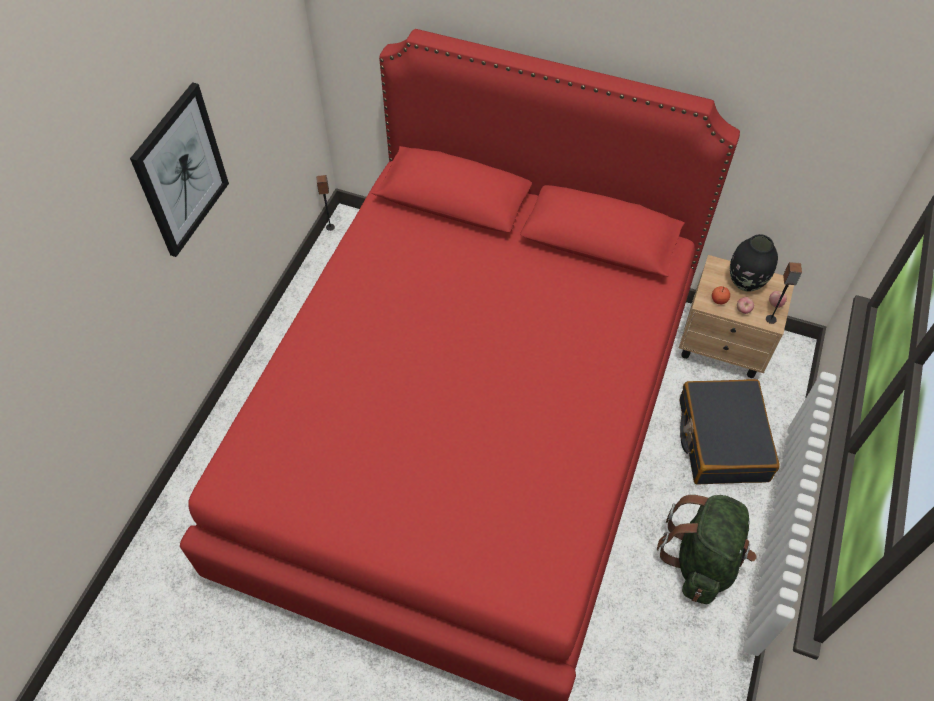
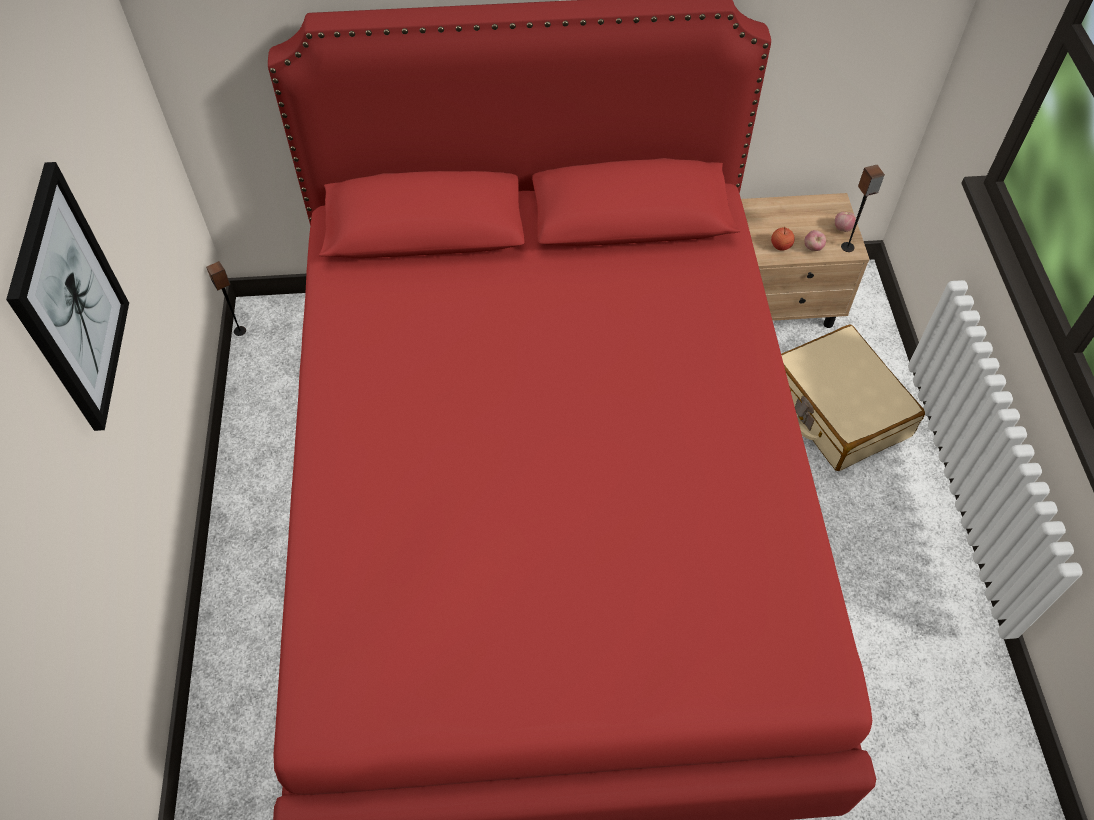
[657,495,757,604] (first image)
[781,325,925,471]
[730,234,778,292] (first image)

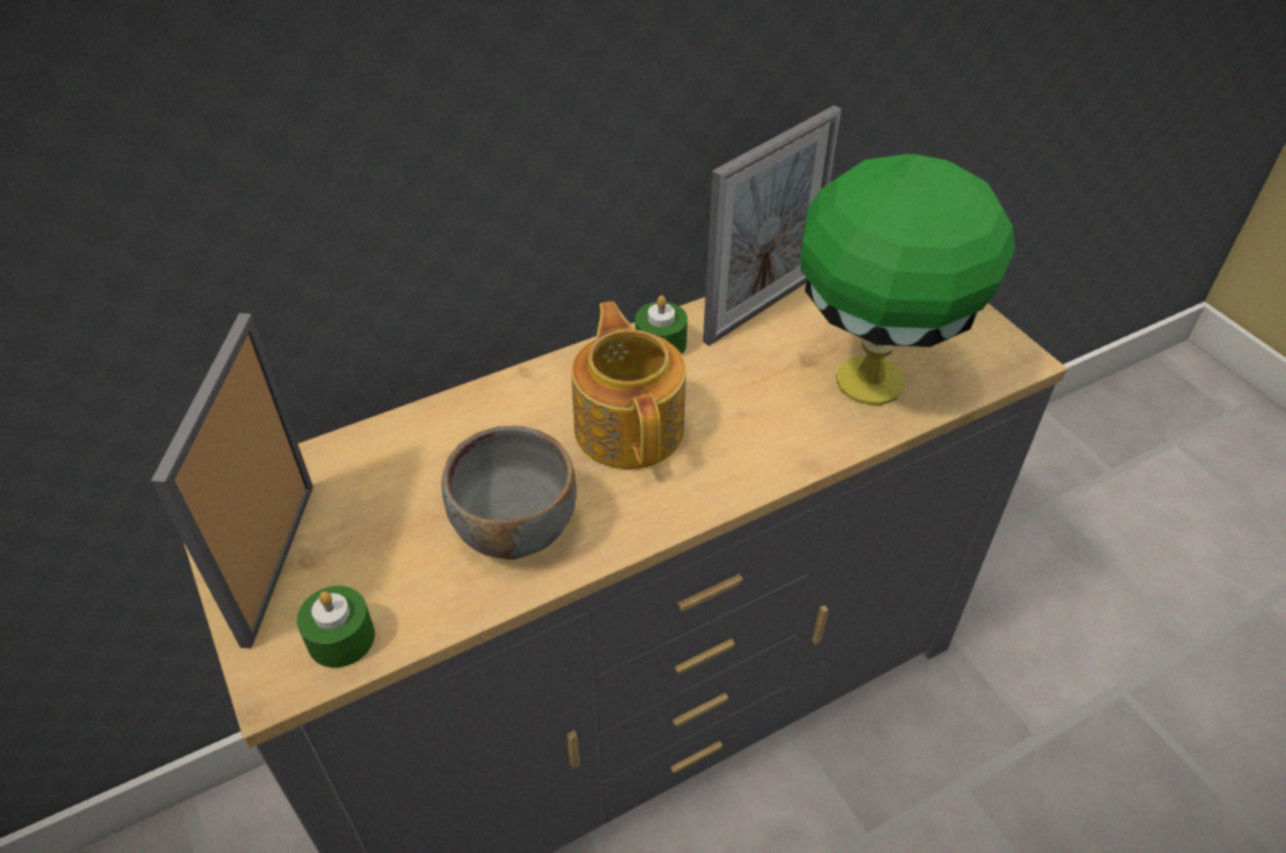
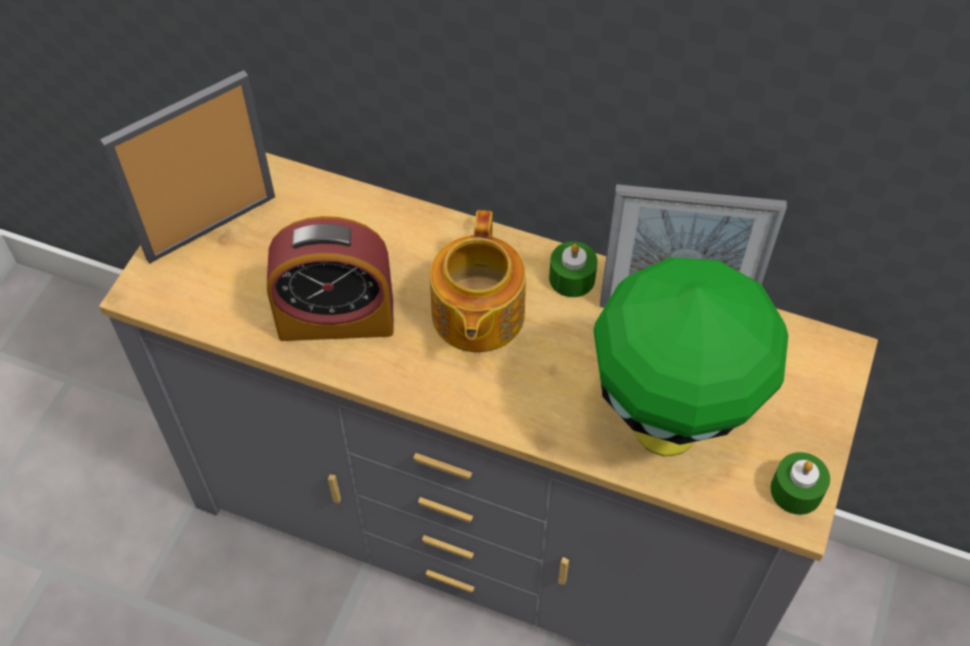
[770,452,830,515]
[267,216,394,341]
[430,210,526,352]

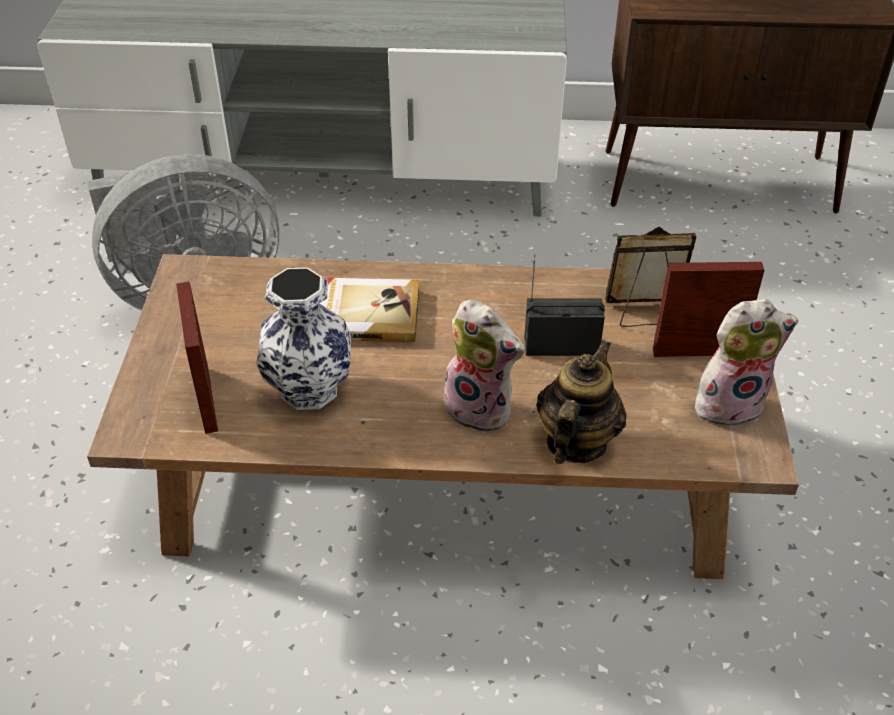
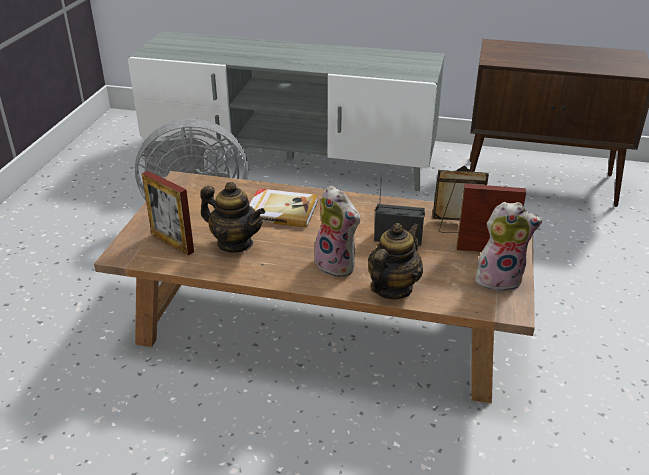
[142,171,194,255]
[200,182,265,253]

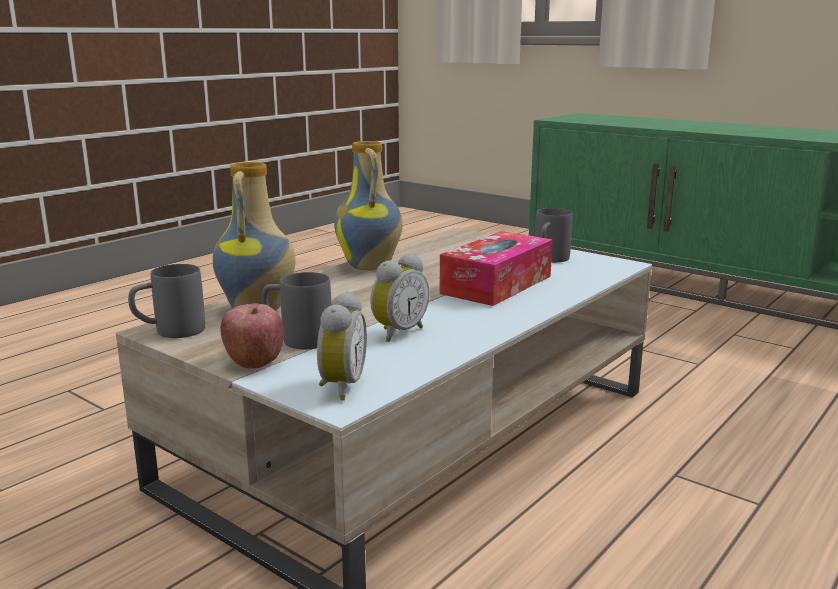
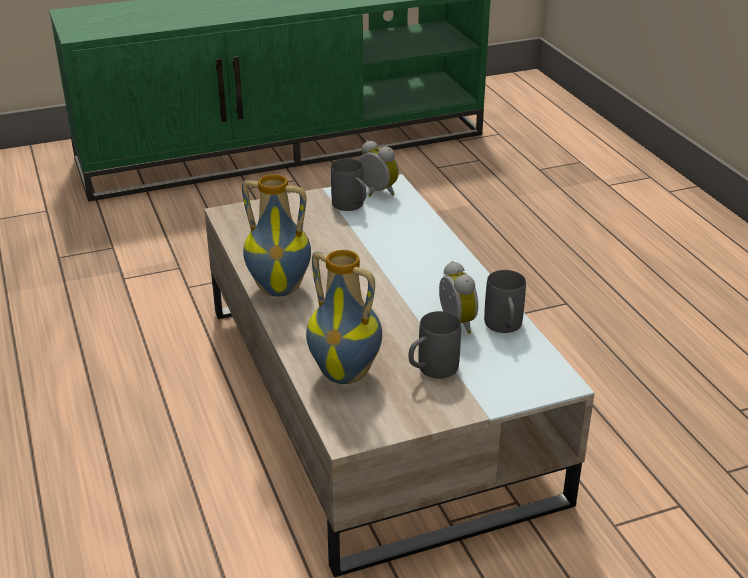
[484,270,526,333]
[220,303,284,368] (first image)
[359,140,399,197]
[439,231,553,306] (first image)

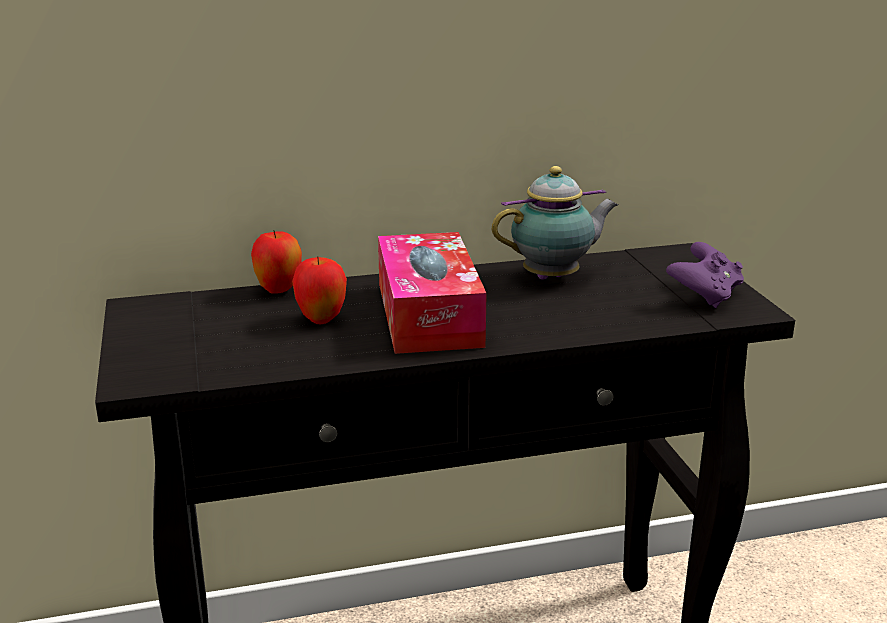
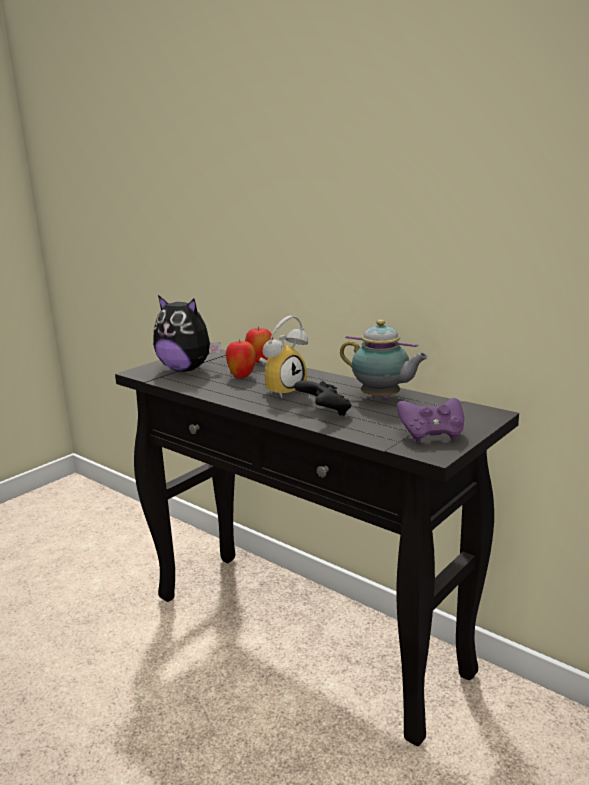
[259,316,308,398]
[153,295,221,372]
[294,381,352,416]

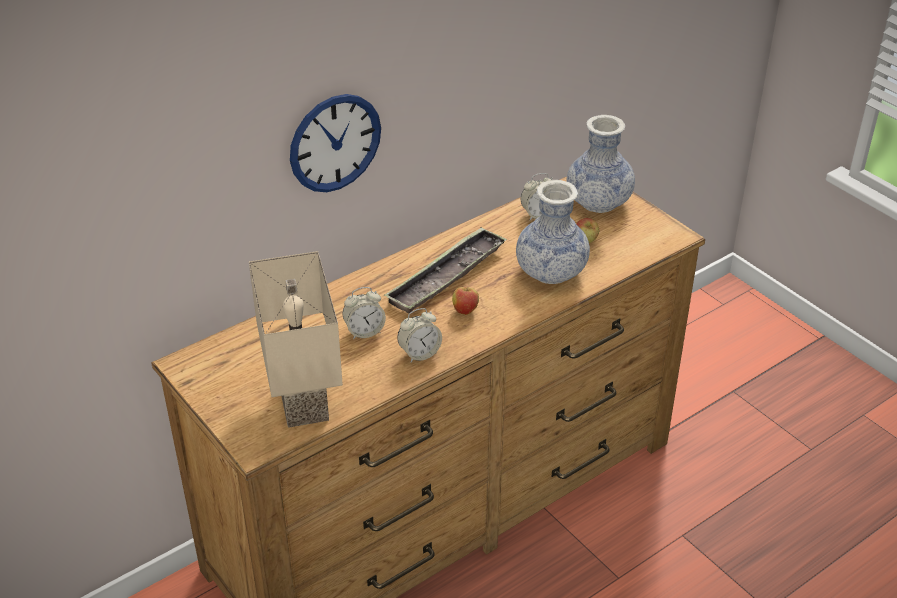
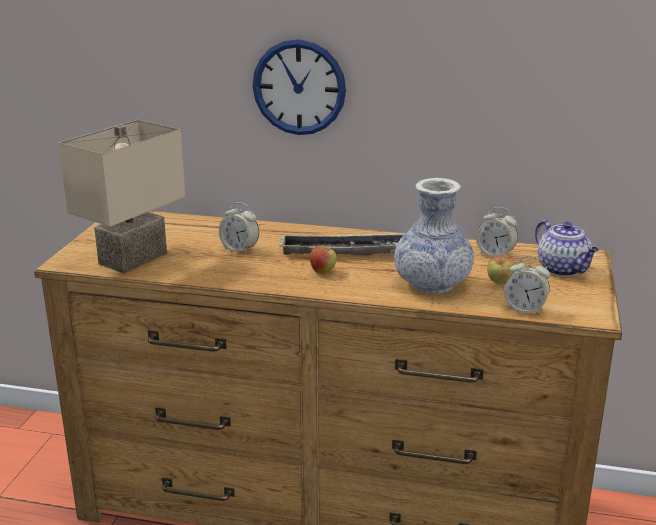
[504,256,550,315]
[535,220,599,276]

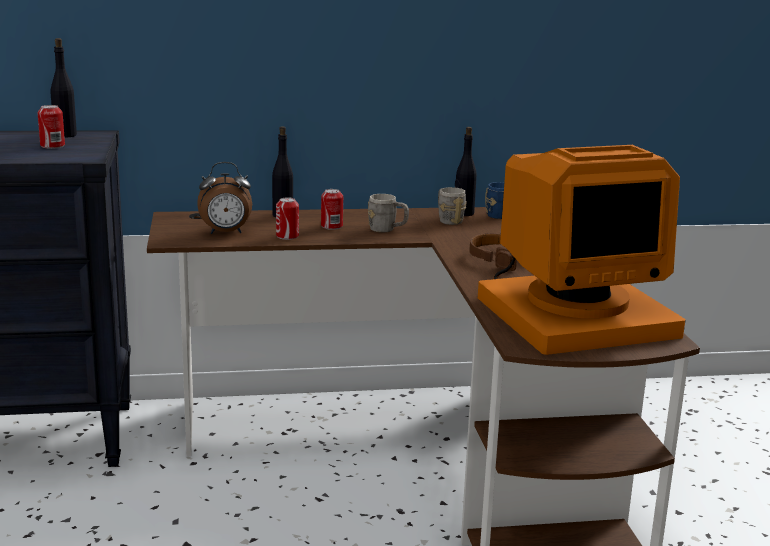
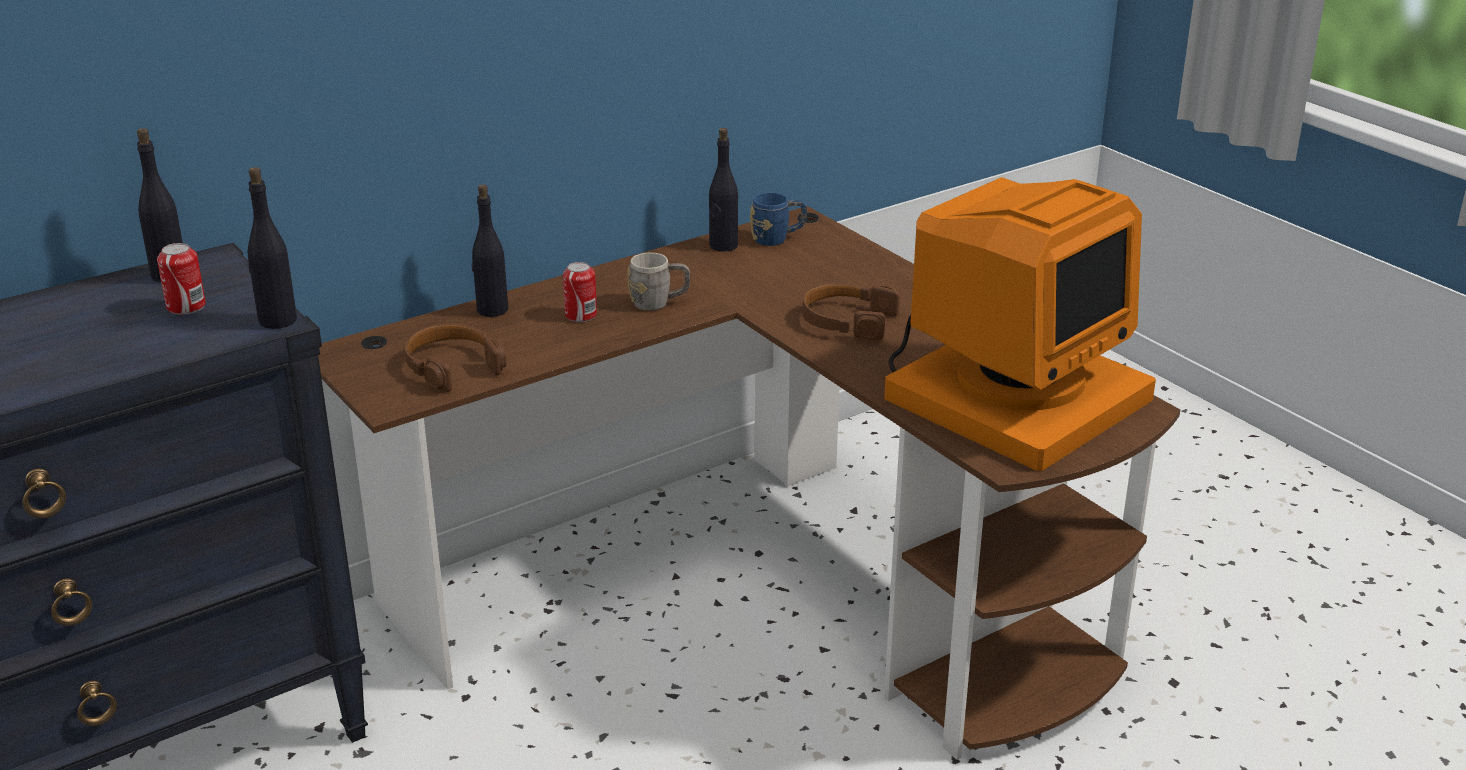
[405,324,507,392]
[276,197,299,240] (first image)
[438,187,467,225] (first image)
[248,167,297,329]

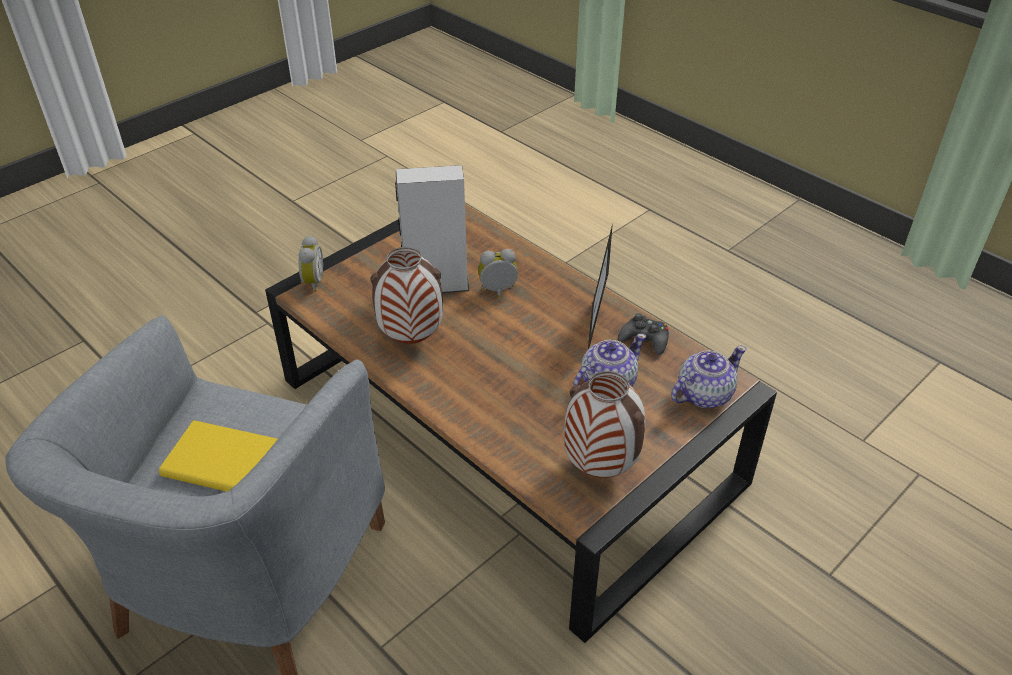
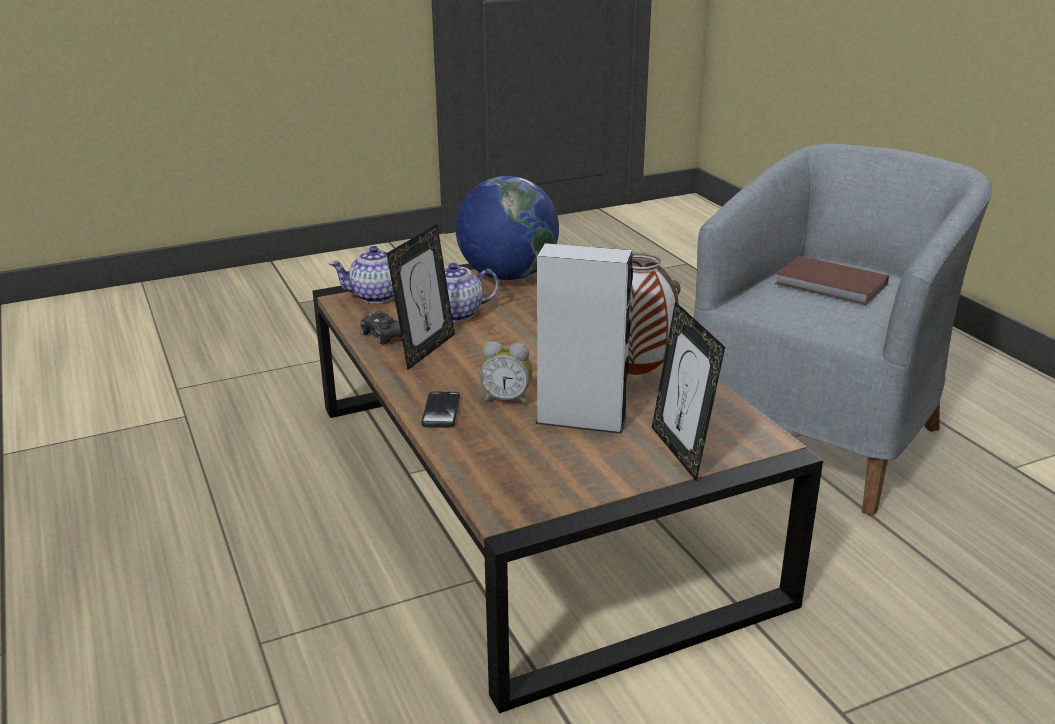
[775,256,889,305]
[299,235,323,292] (first image)
[455,176,559,280]
[422,392,460,428]
[652,302,725,482]

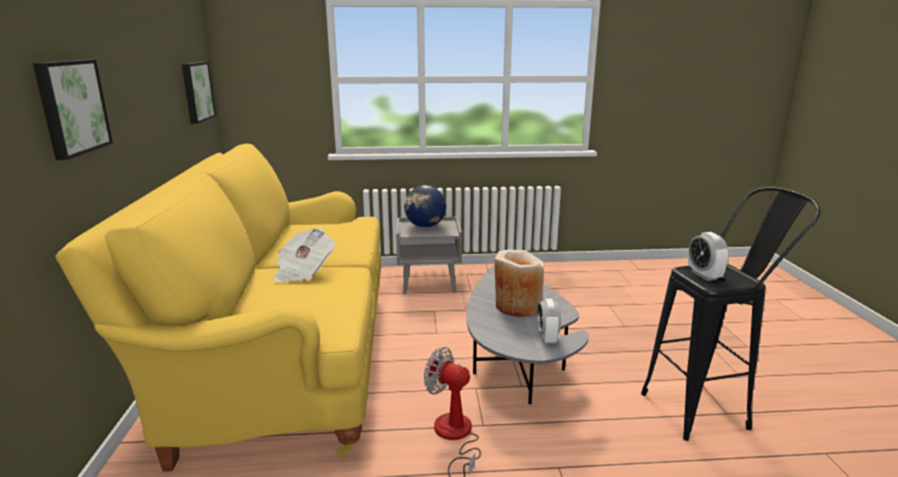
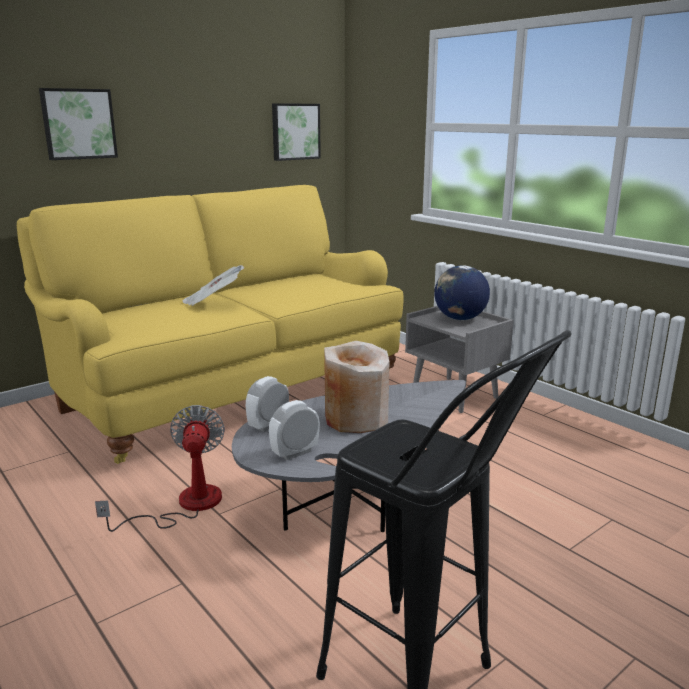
[246,376,289,432]

